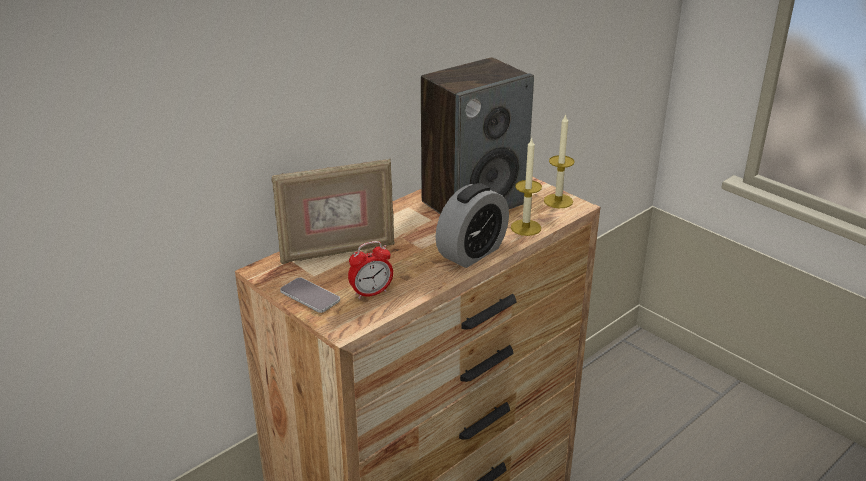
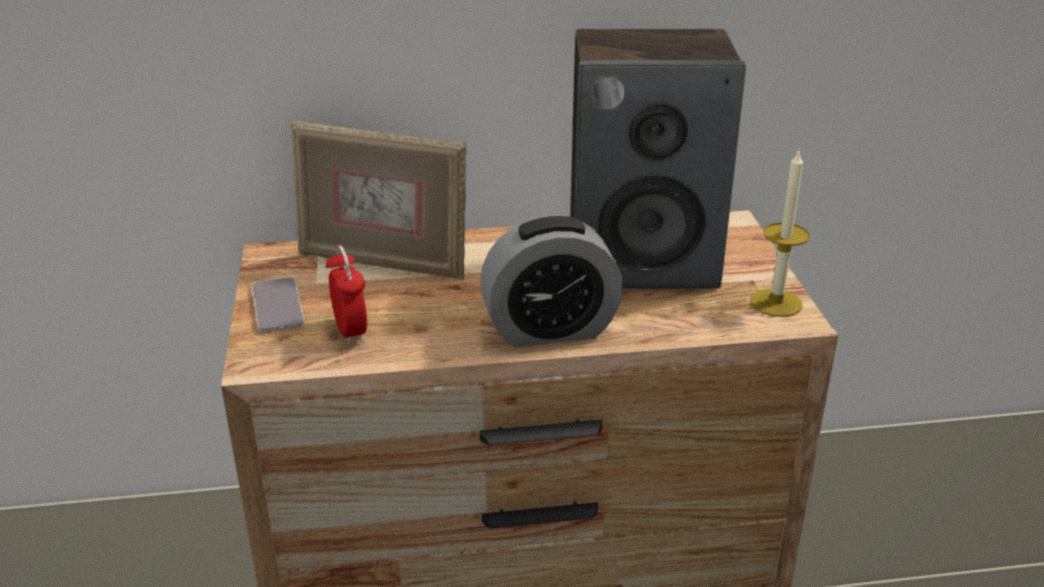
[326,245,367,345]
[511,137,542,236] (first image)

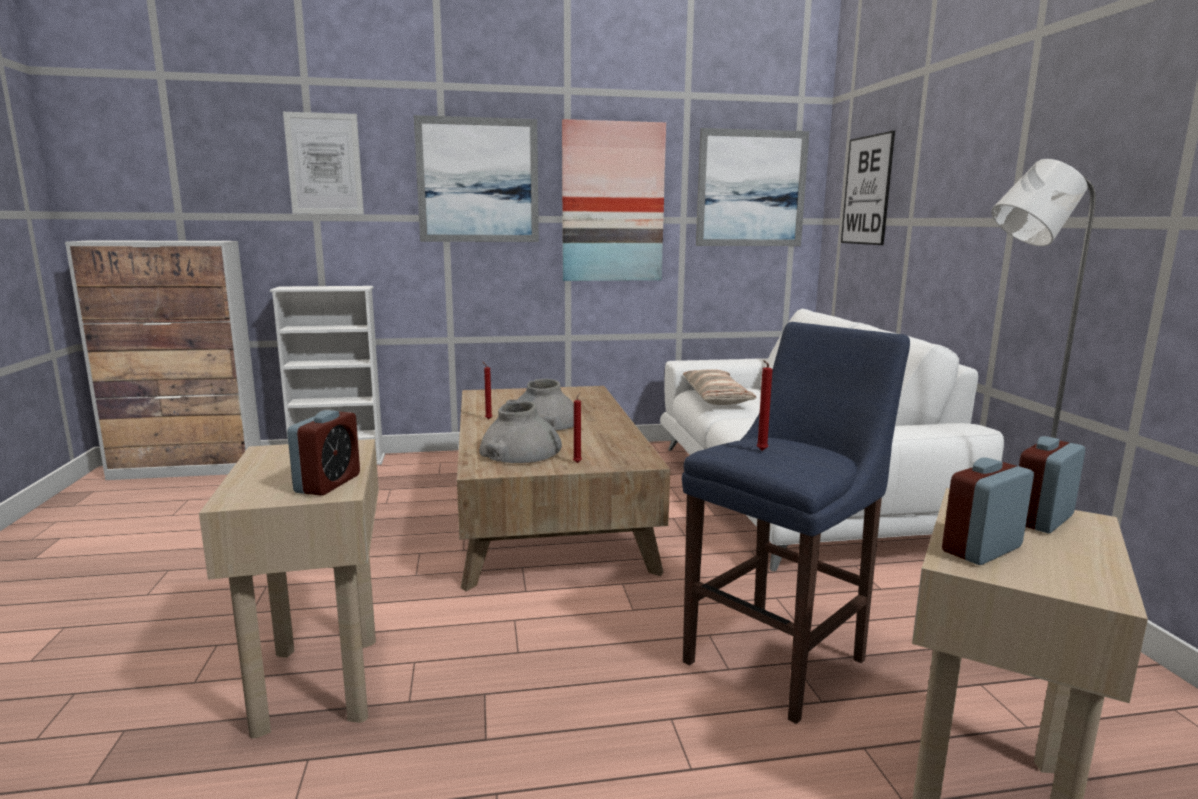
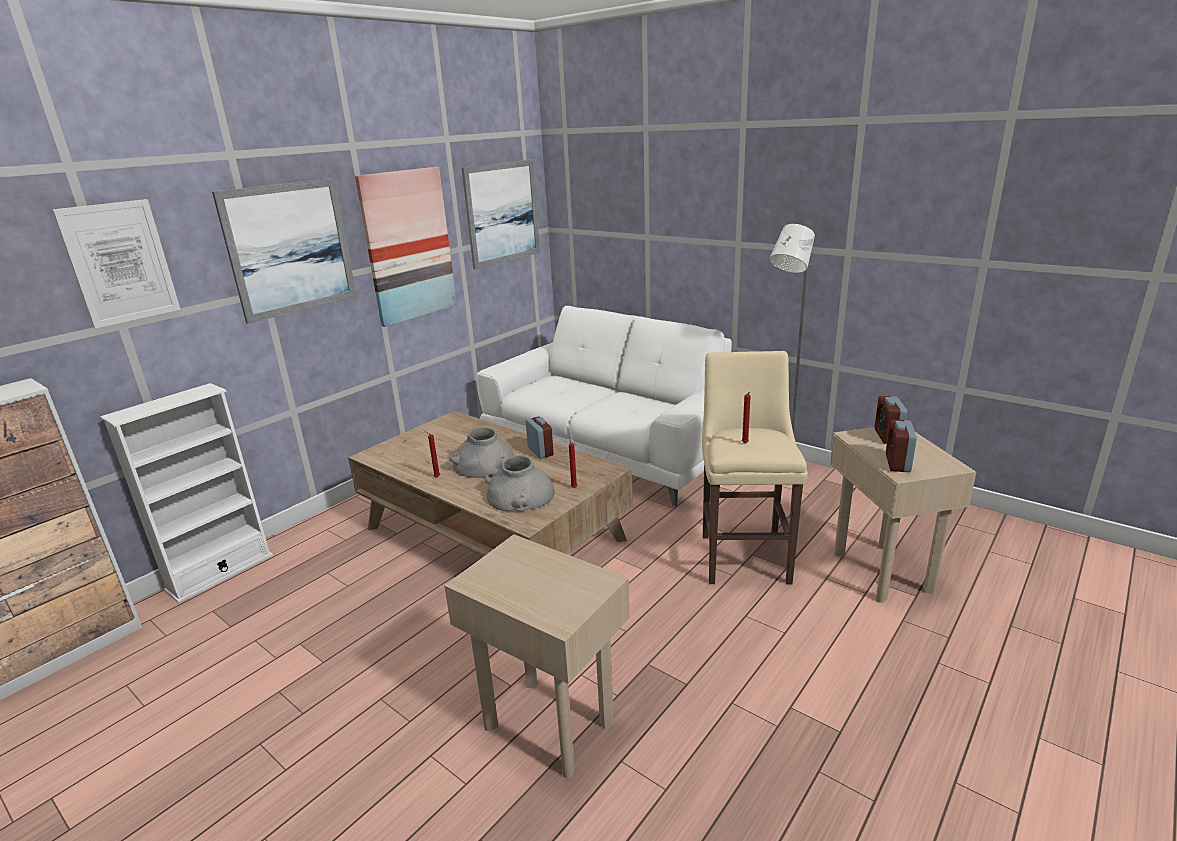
[526,417,554,459]
[702,351,808,585]
[683,369,756,405] (first image)
[841,131,895,245] (first image)

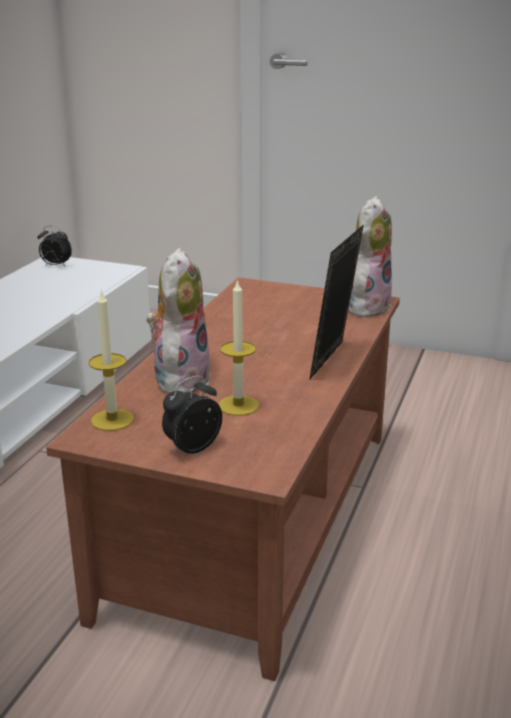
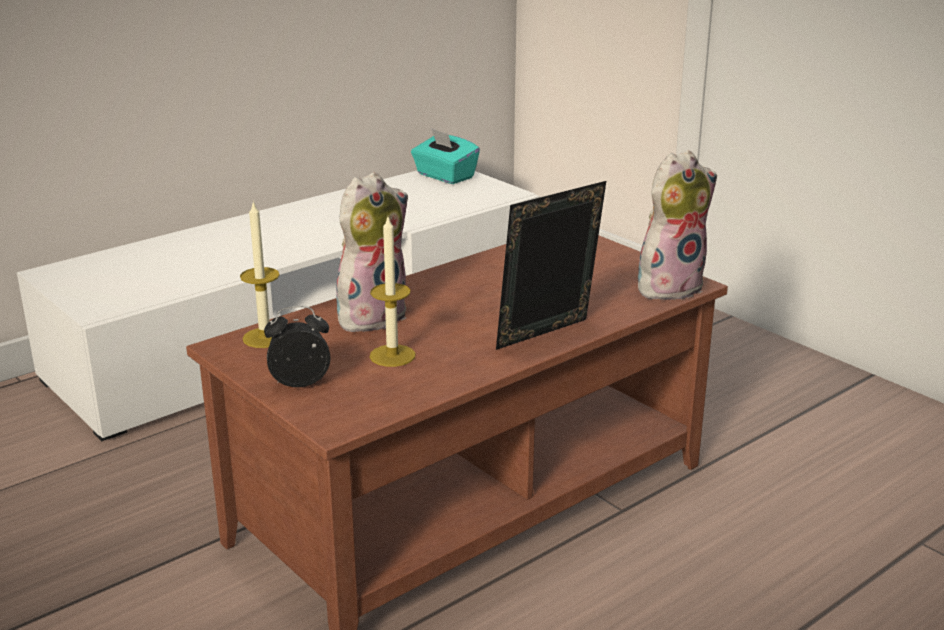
[411,128,480,184]

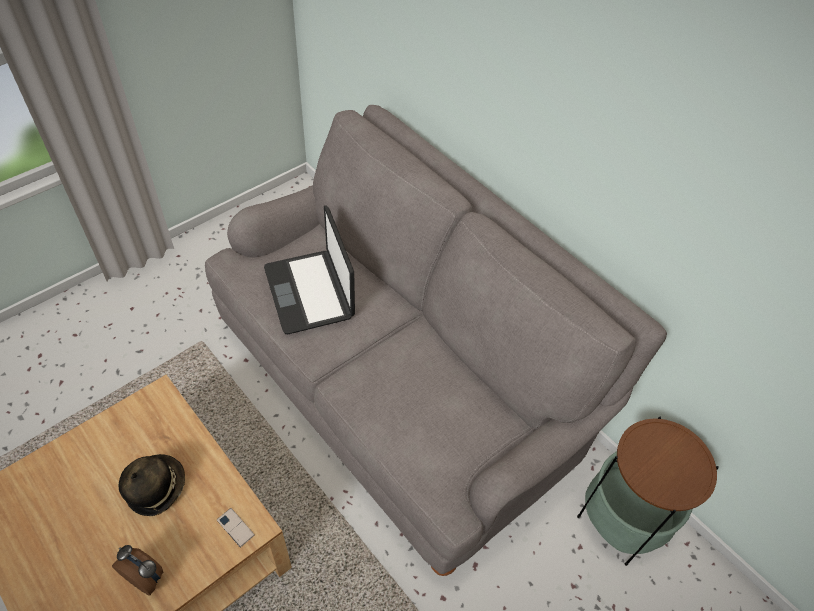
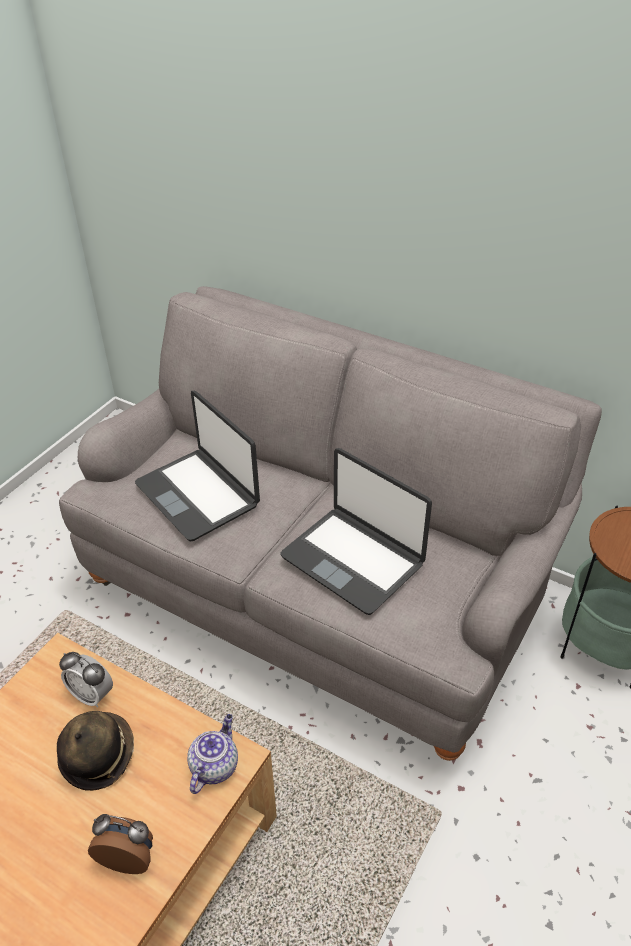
[187,714,238,794]
[59,652,113,708]
[280,448,432,615]

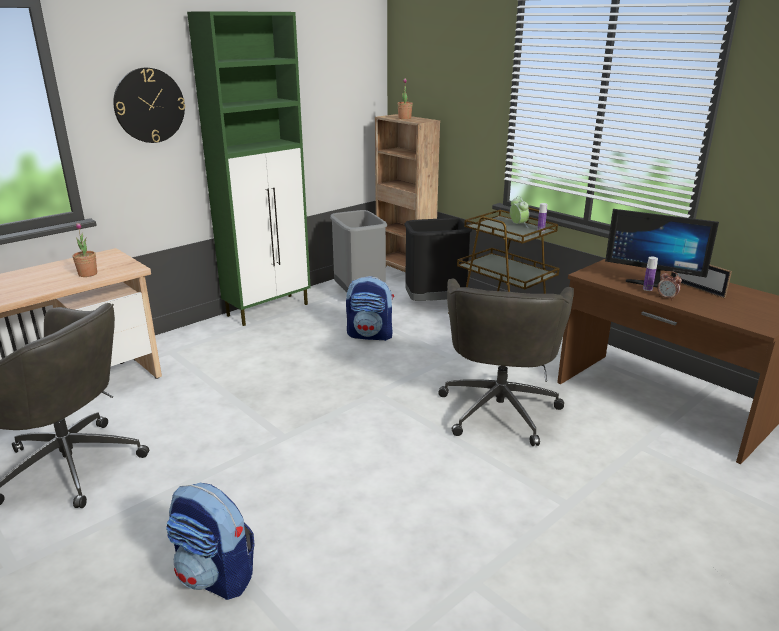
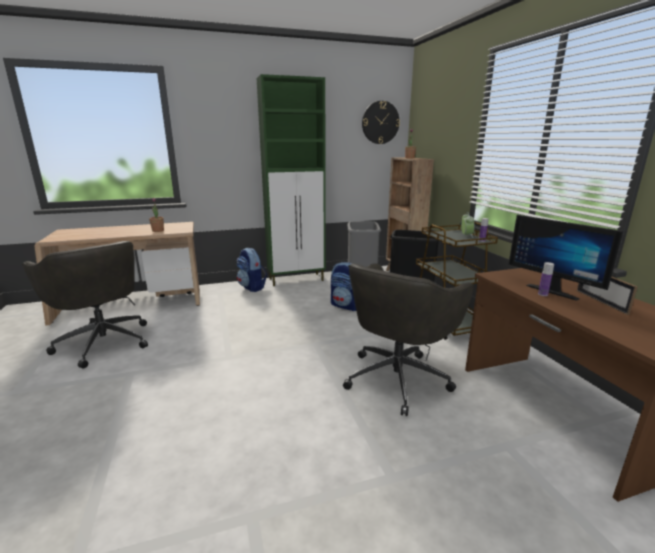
[362,101,400,144]
[236,248,267,292]
[657,271,682,299] (first image)

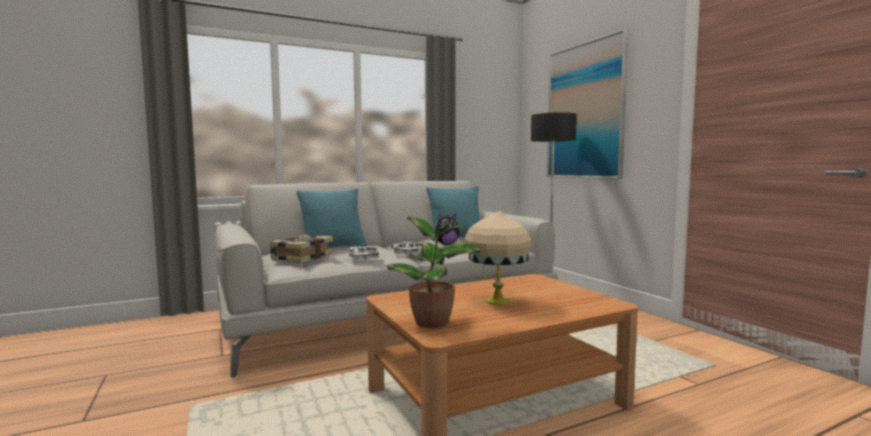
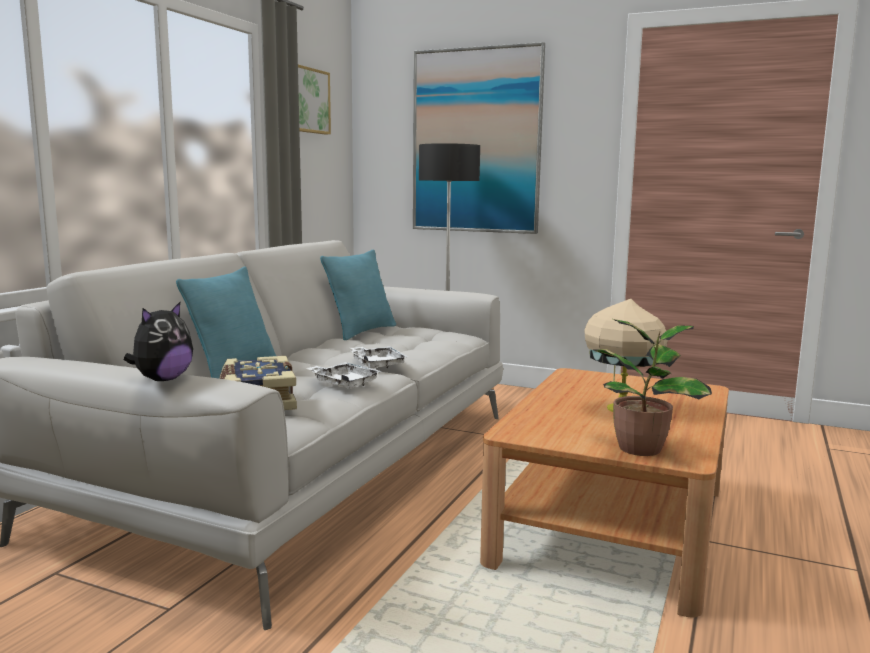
[124,302,193,381]
[298,65,331,134]

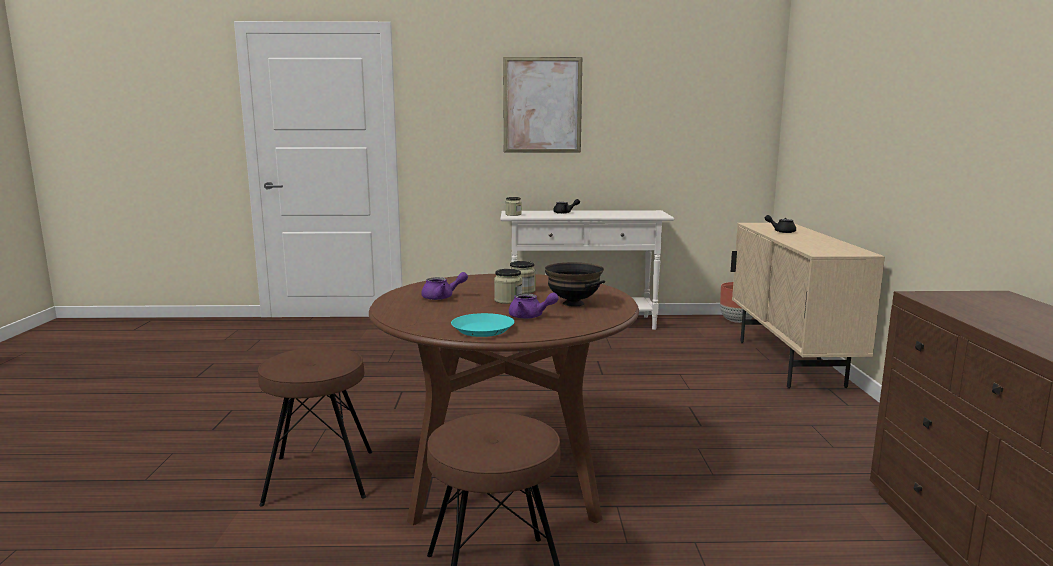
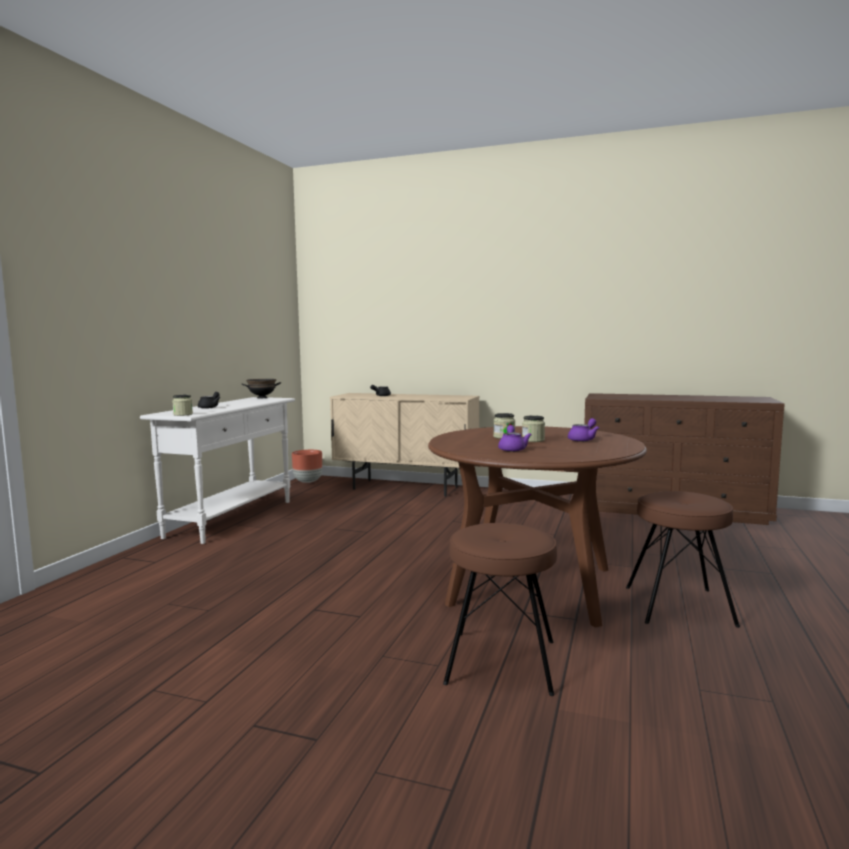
[451,313,514,337] (first image)
[503,57,582,152] (first image)
[242,379,281,398]

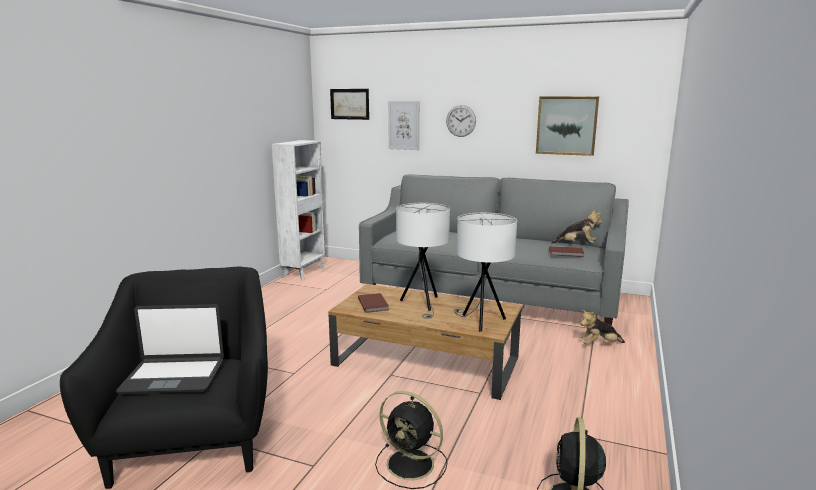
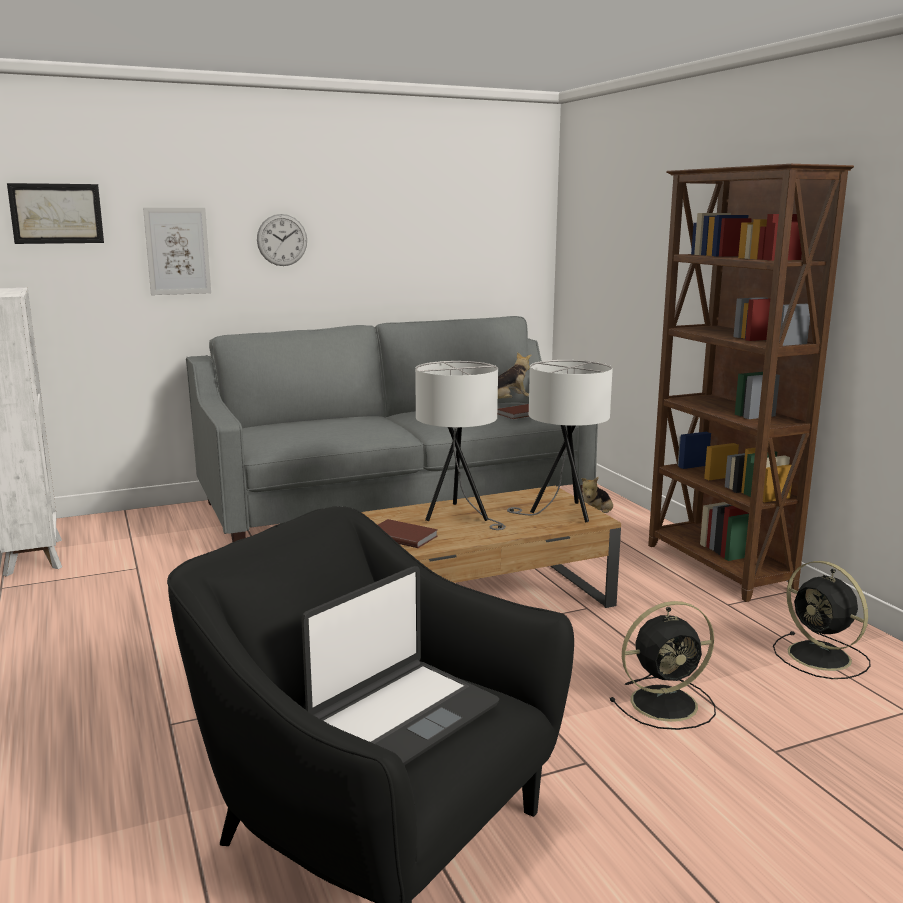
[536,97,599,156] (first image)
[648,164,854,602]

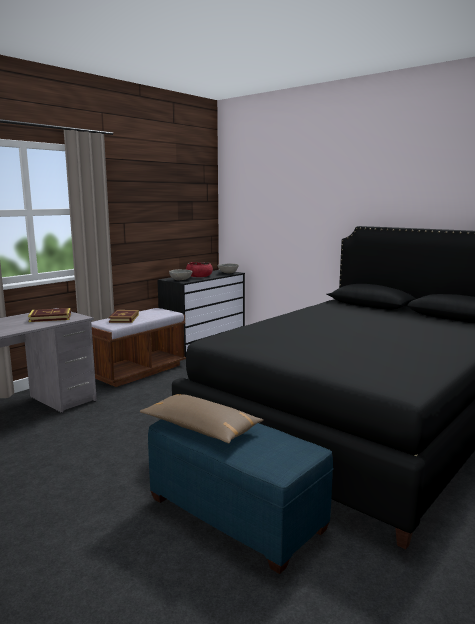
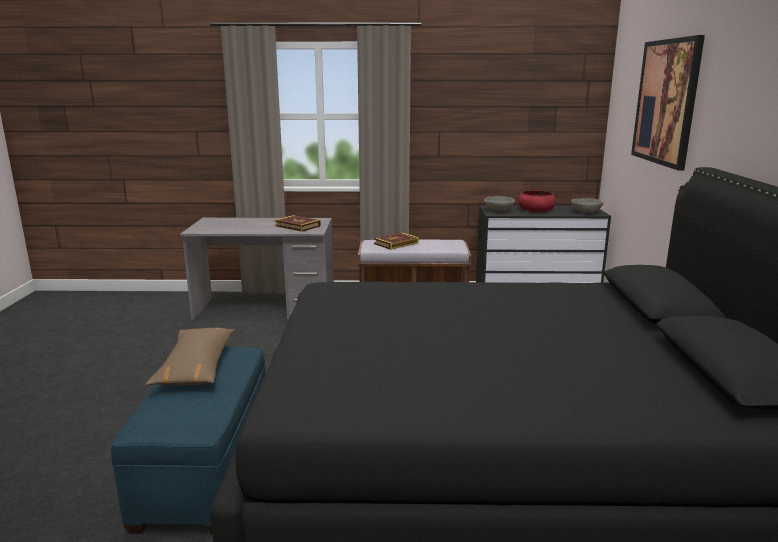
[631,35,705,171]

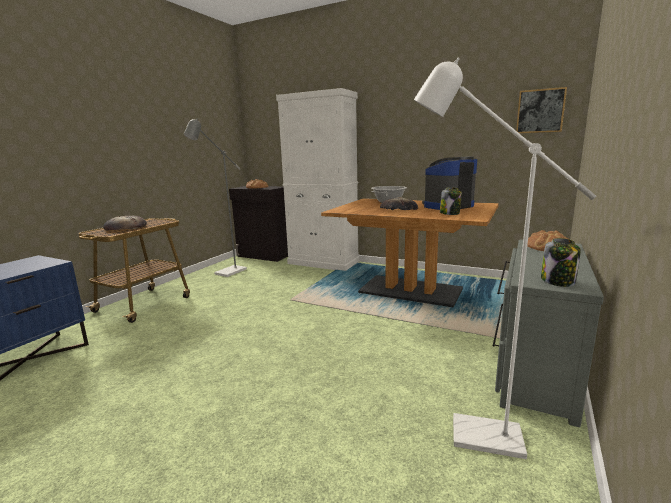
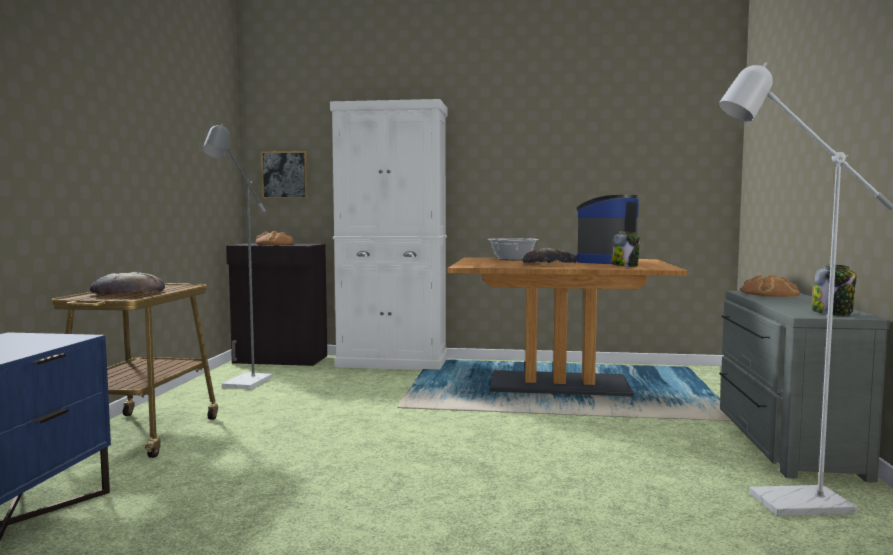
[261,151,308,199]

